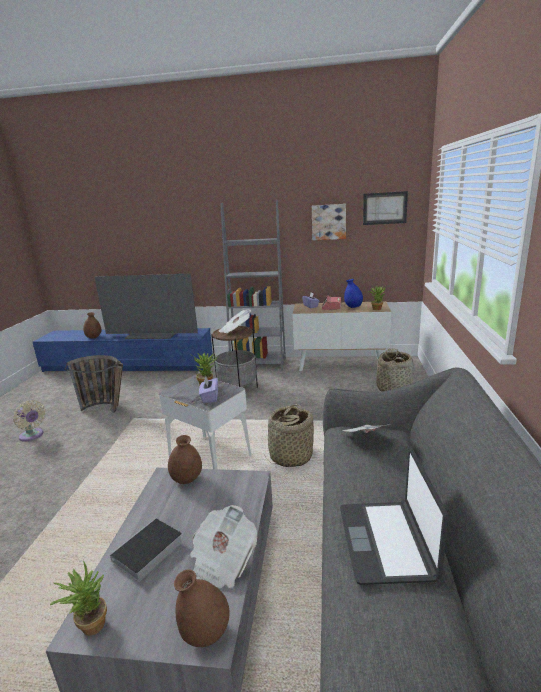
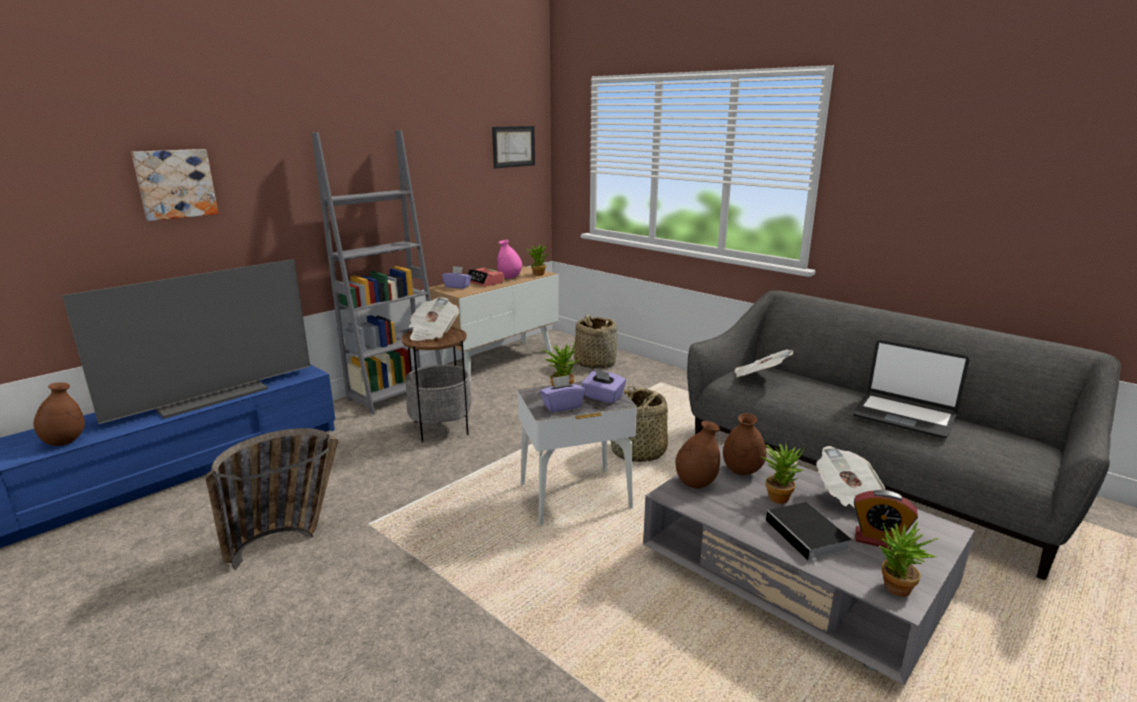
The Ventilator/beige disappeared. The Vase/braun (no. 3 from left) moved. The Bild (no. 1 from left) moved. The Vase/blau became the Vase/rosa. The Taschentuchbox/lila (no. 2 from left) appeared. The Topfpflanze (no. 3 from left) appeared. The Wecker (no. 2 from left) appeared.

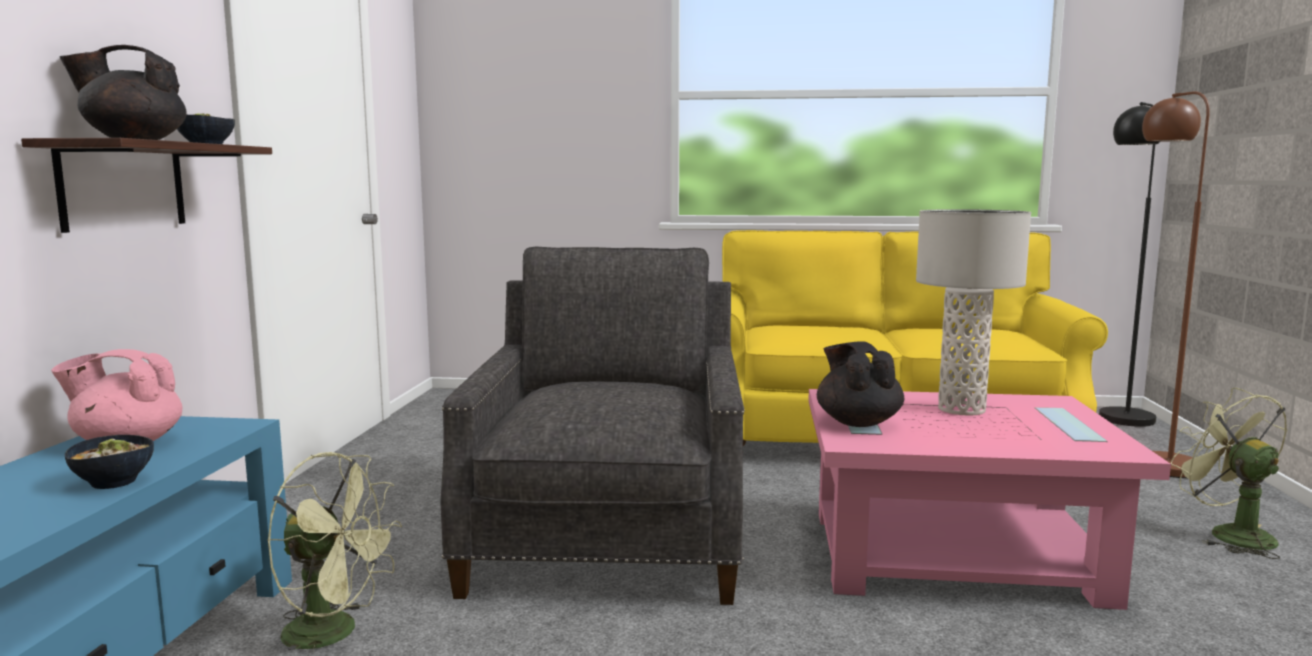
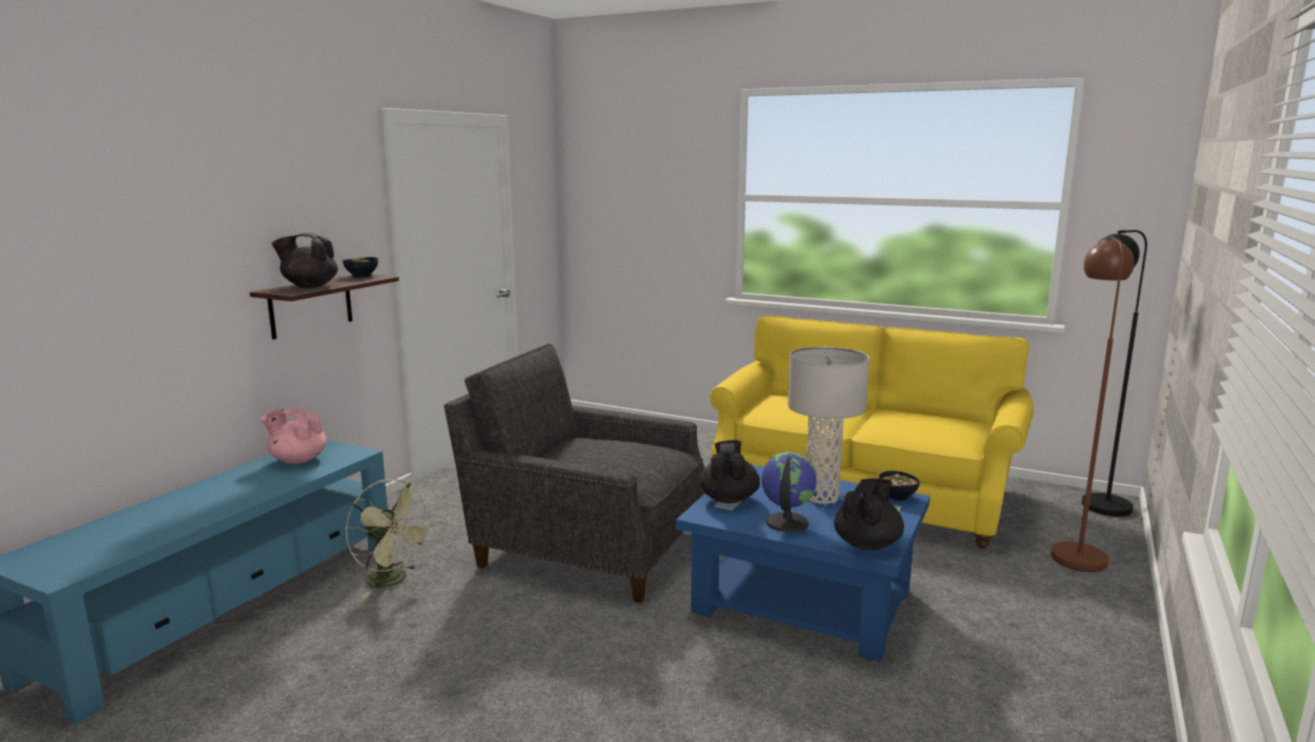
The Schüssel (no. 1 from left in the first image) moved. The Sessel/grau turned 90 degrees counterclockwise. The Couchtisch/rosa became the Couchtisch/blau. The Ventilator/grün (no. 2 from left) disappeared. The Globus appeared. The Teekanne/schwarz (no. 3 from left) appeared.

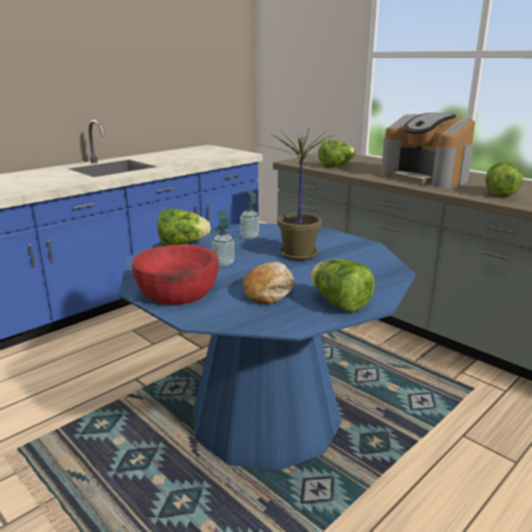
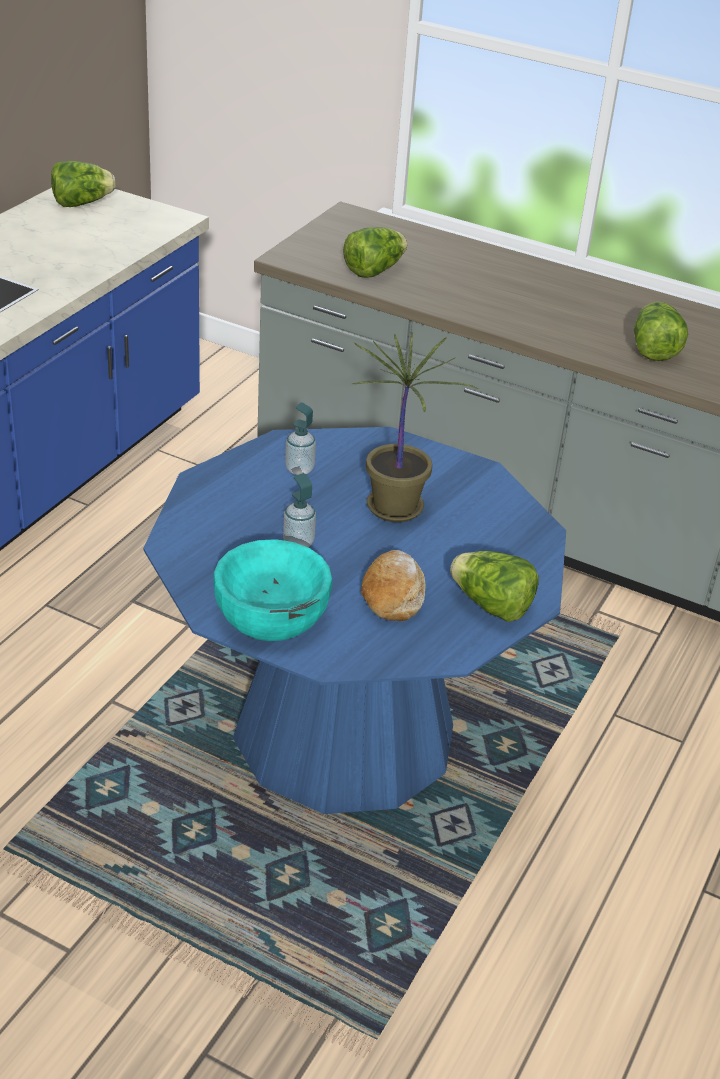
The Schüssel/rot became the Schüssel/türkis. The Salatkopf (no. 1 from left) moved. The Kaffeemaschine disappeared.

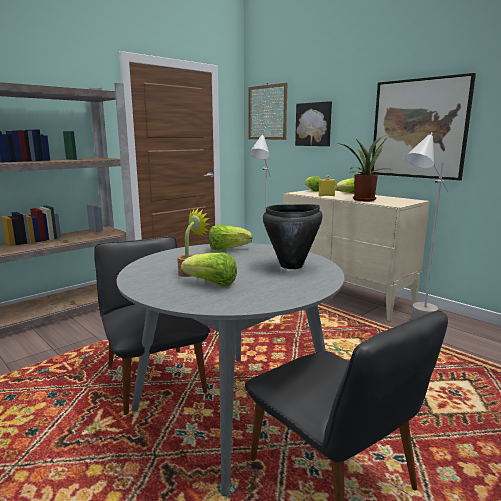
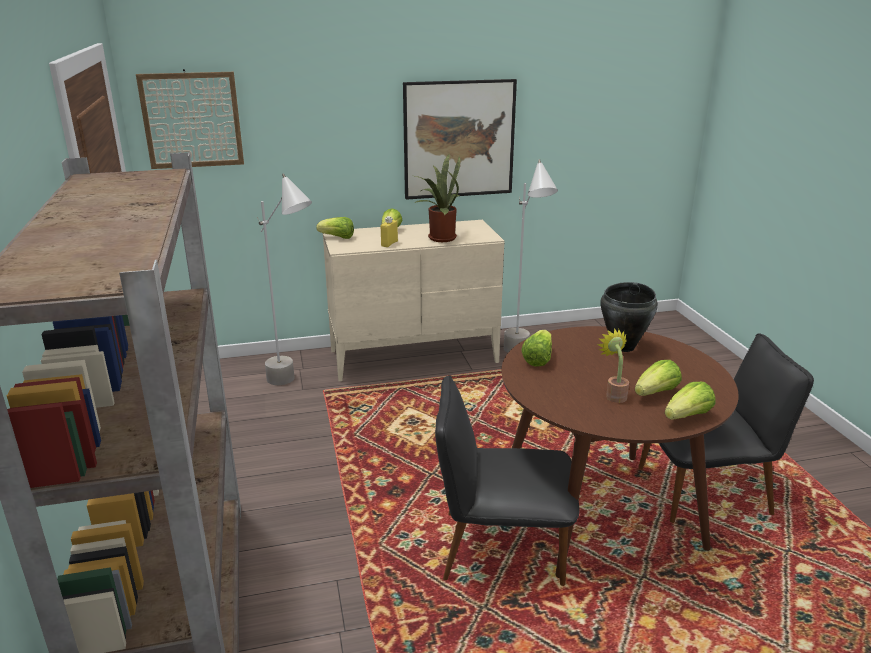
The Esstisch/grau became the Esstisch/braun. The Bild (no. 2 from left) disappeared. The Salatkopf (no. 5 from left) appeared.

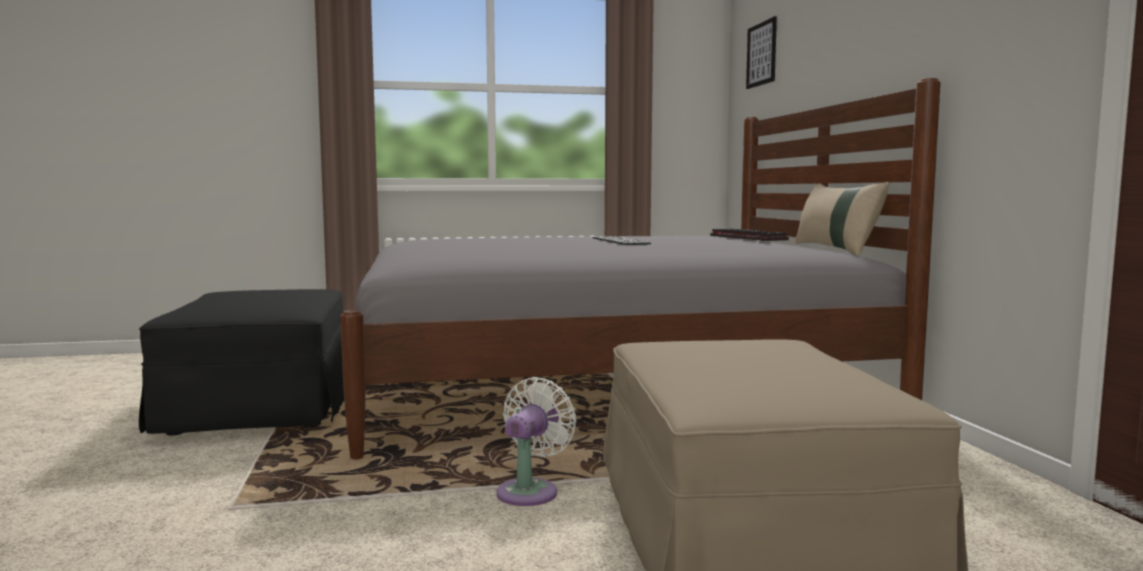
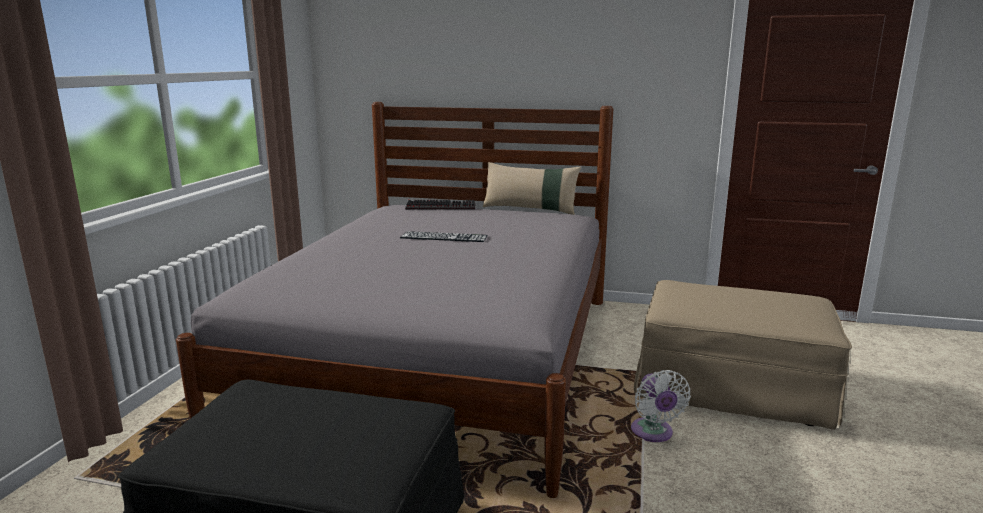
The Ventilator/weiß turned 150 degrees counterclockwise. The Bild disappeared.

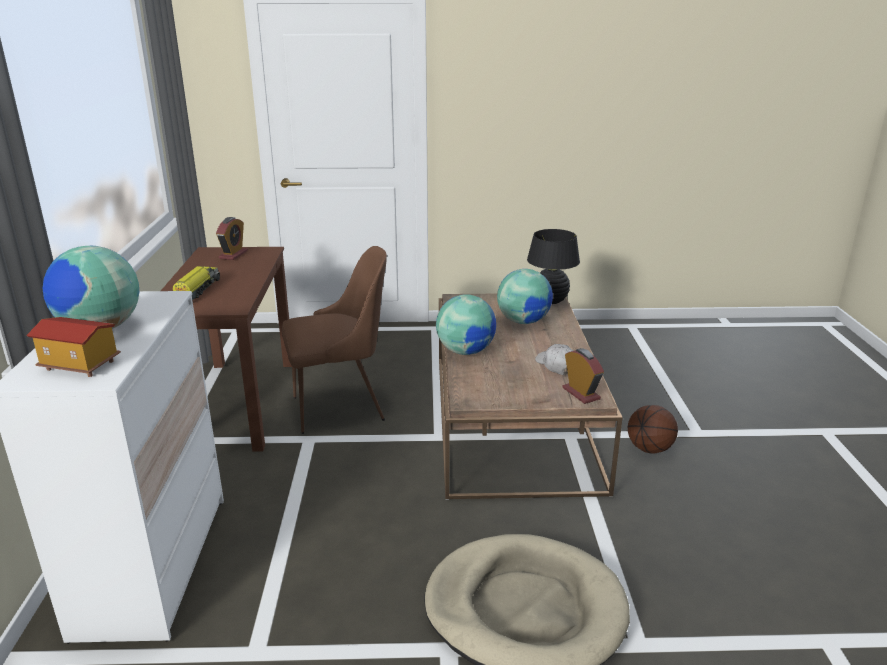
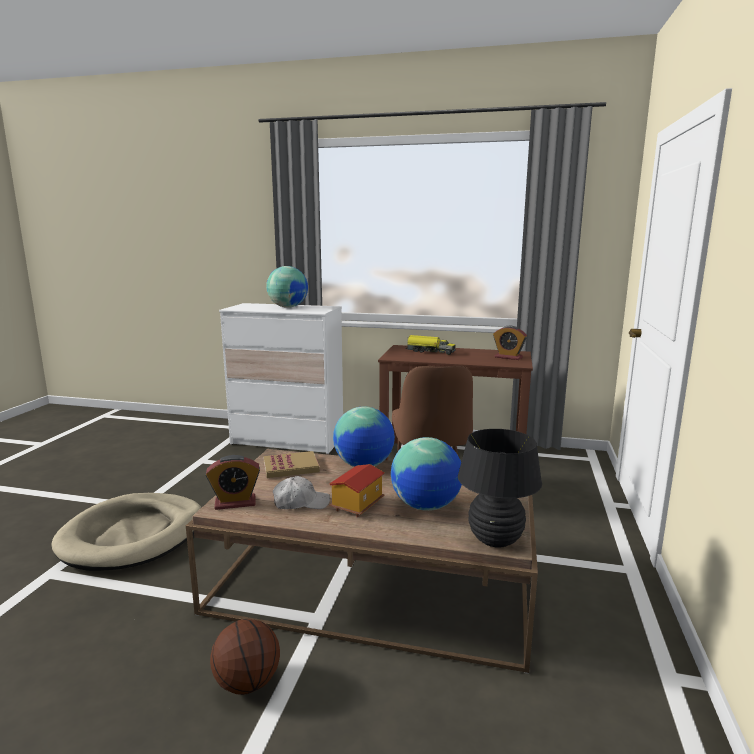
The Spielzeughaus moved. The Buch appeared.

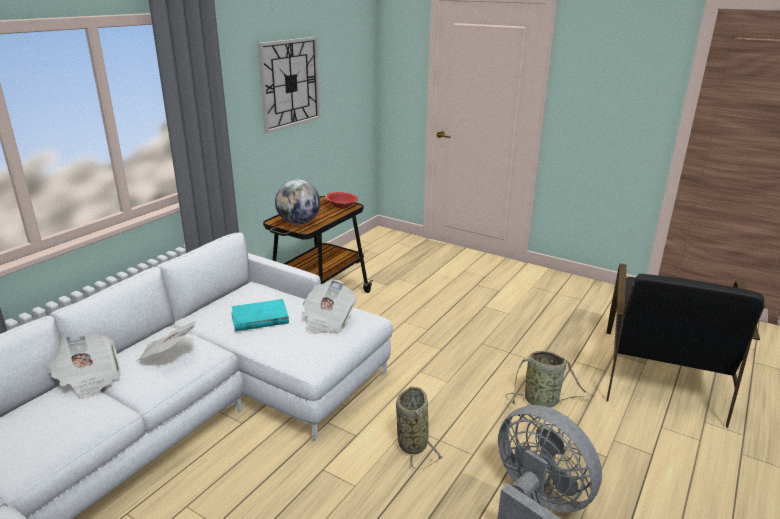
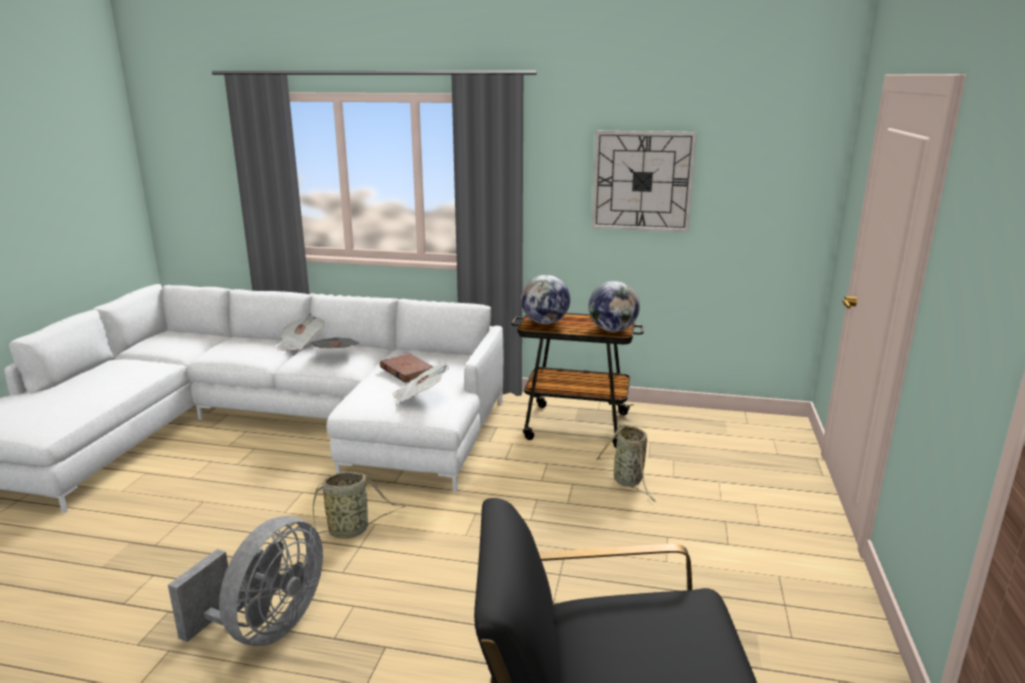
The Buch/türkis became the Buch/braun. The Schüssel/rot was replaced by the Globus (no. 2 from left). The Korb (no. 2 from left) moved.

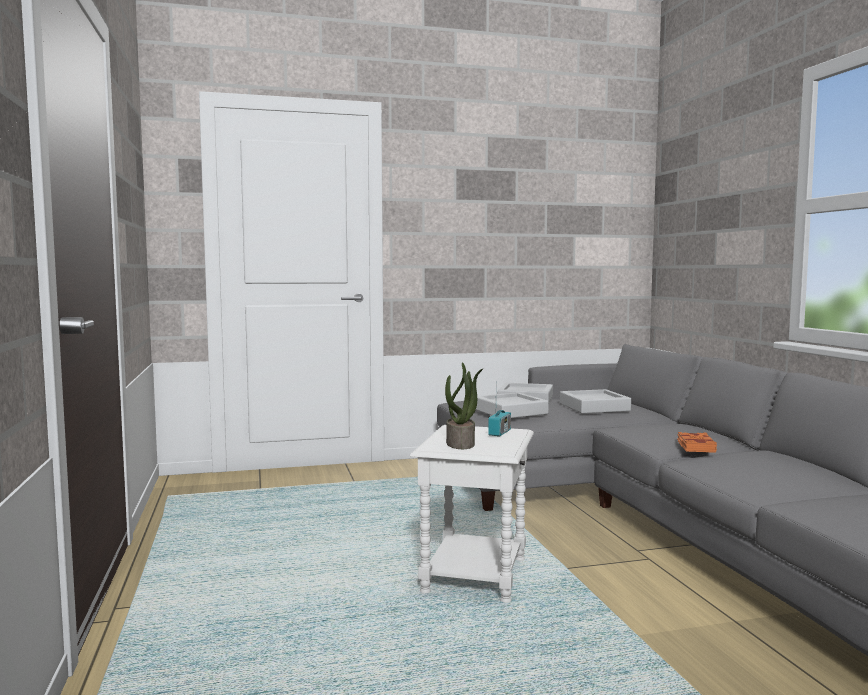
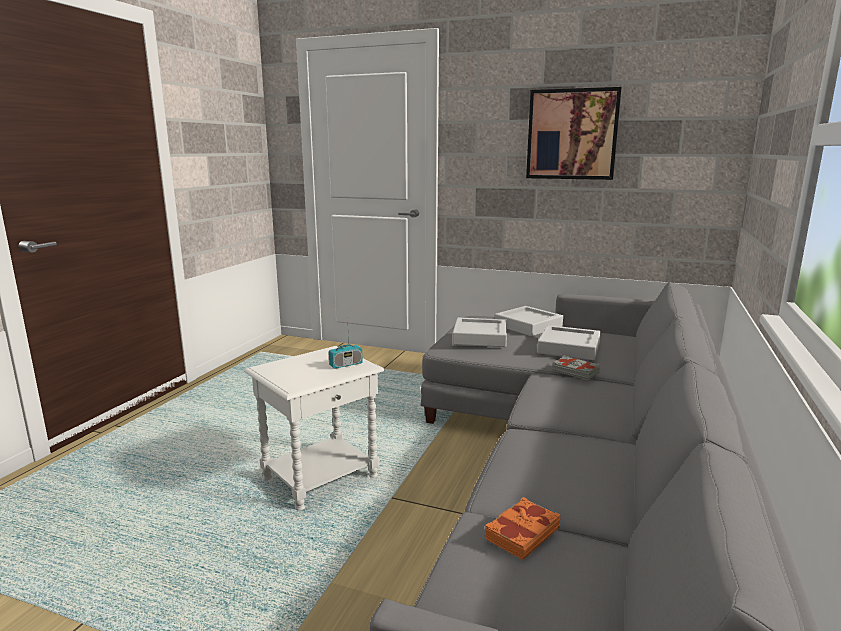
The Topfpflanze disappeared. The Buch/orange moved. The Bild appeared. The Buch/grau appeared.

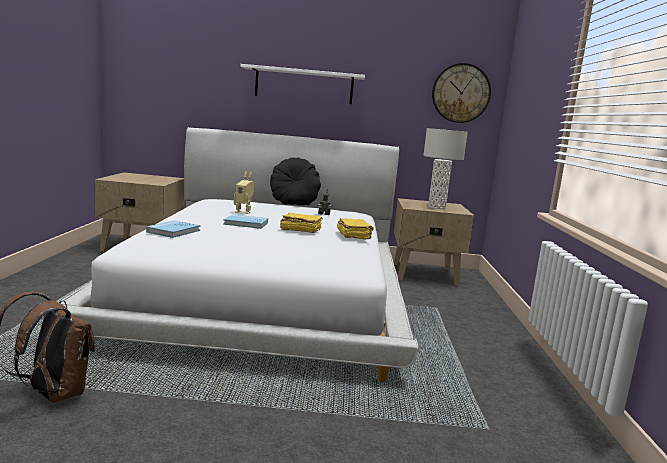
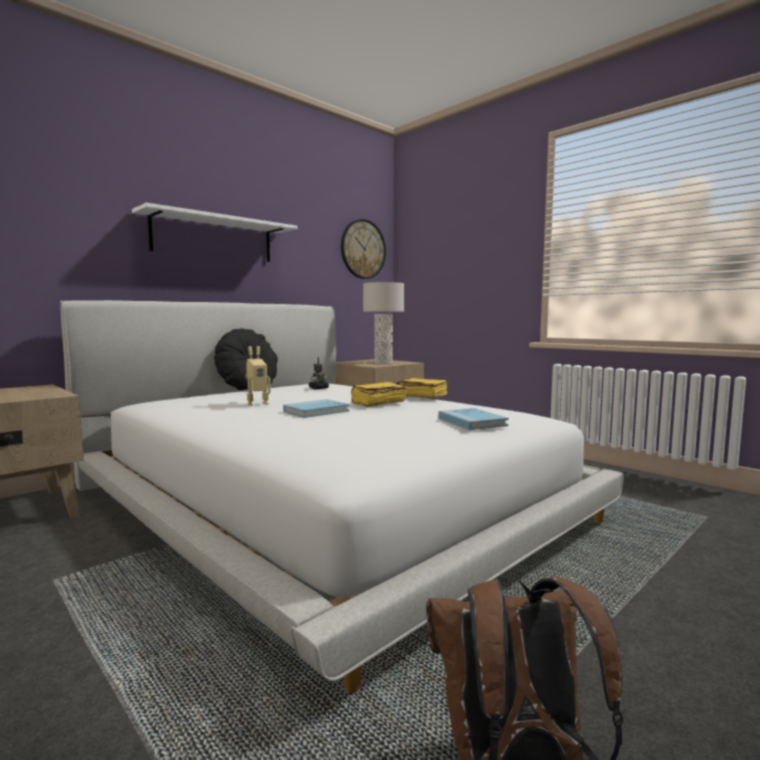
The Buch/blau (no. 1 from left in the first image) moved.

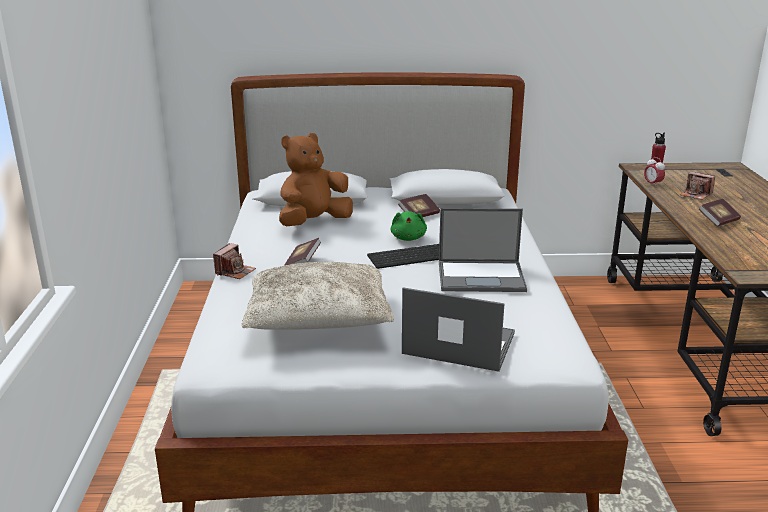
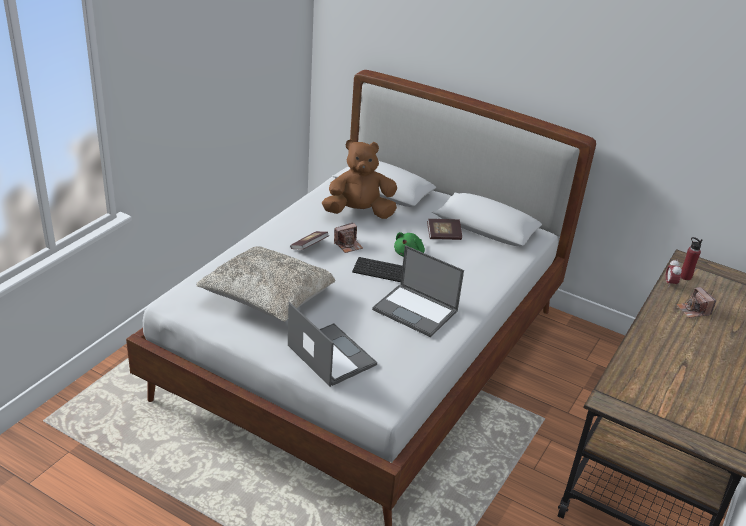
The Kamera (no. 1 from left) moved. The Buch (no. 3 from left) disappeared.

